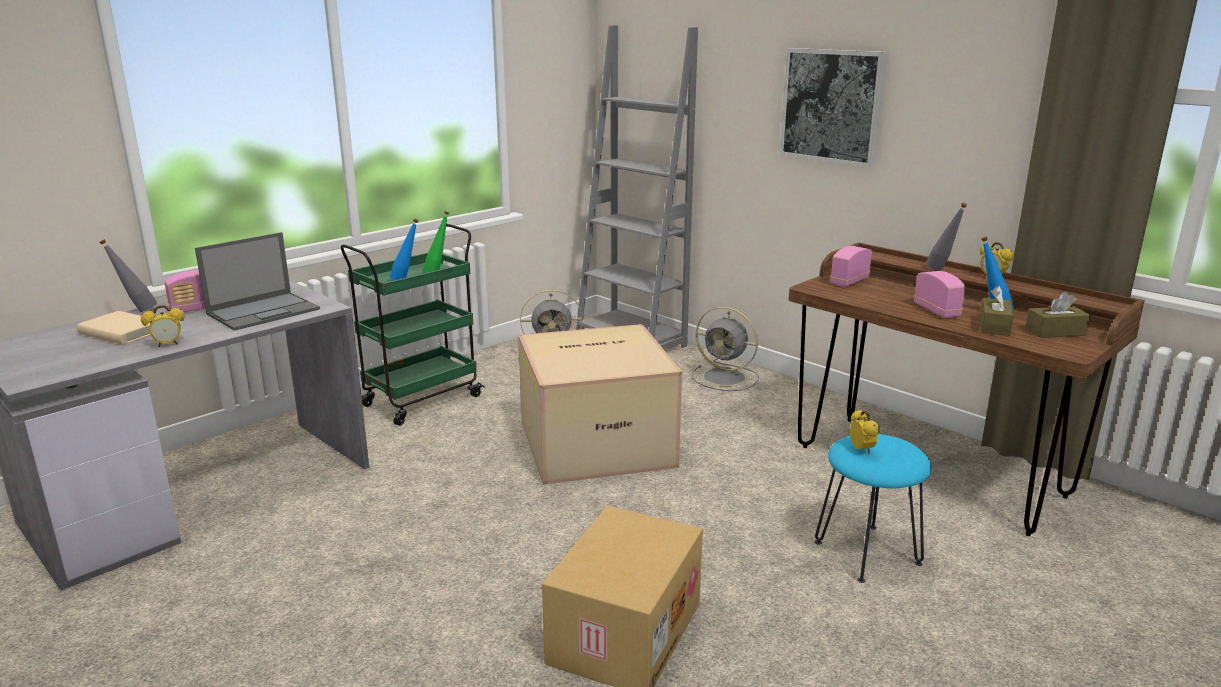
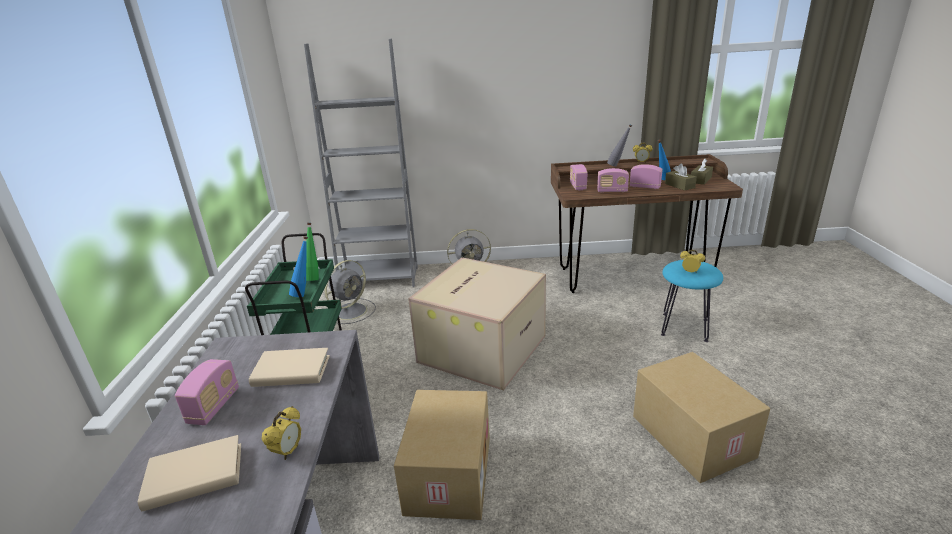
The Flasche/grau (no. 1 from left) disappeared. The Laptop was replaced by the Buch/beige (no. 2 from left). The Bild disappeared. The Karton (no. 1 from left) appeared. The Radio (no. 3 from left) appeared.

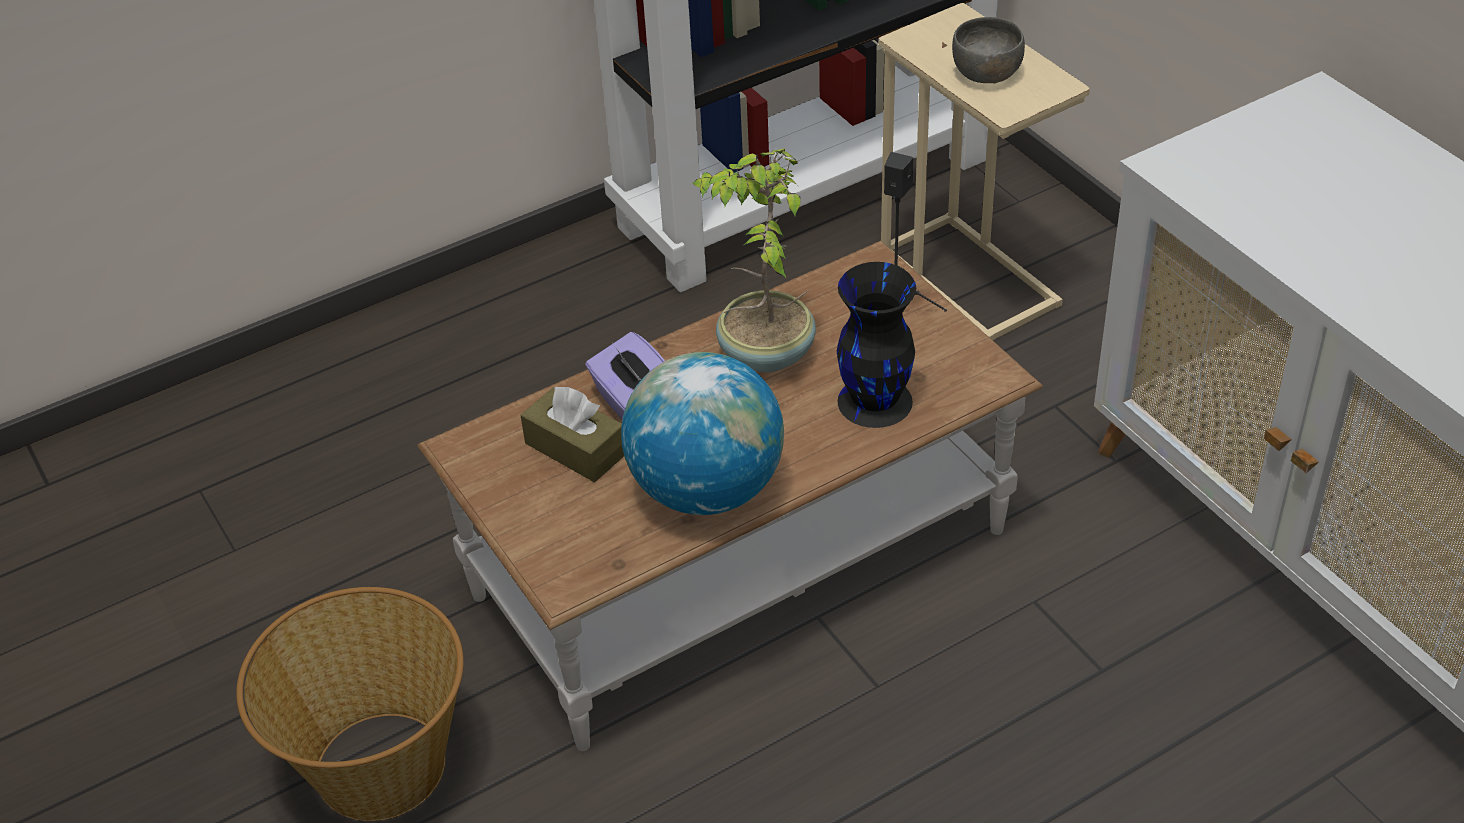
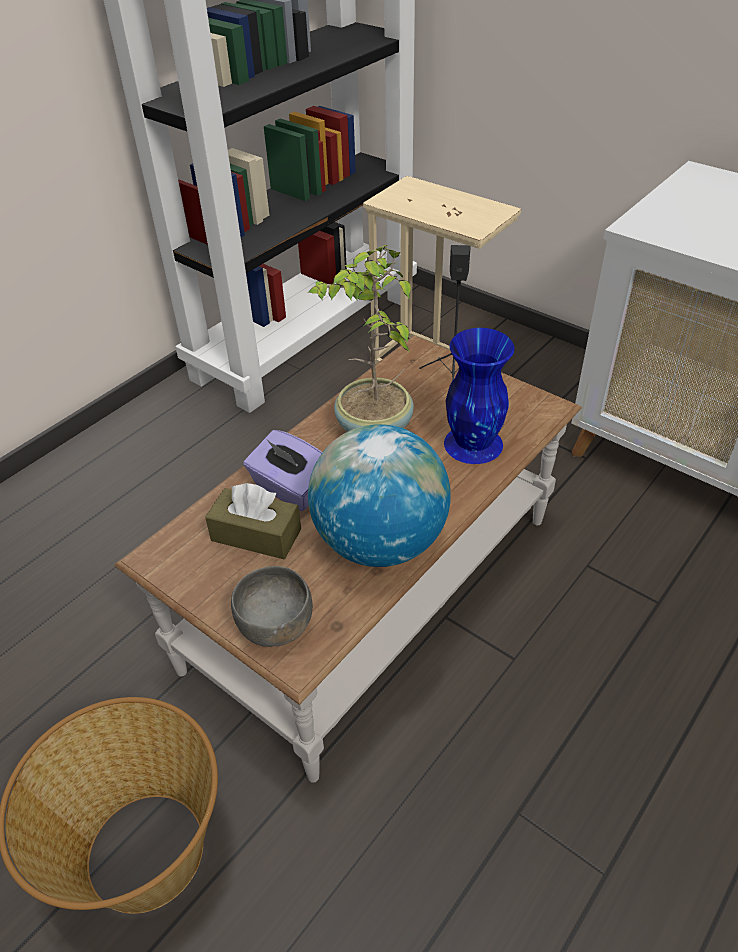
The Vase/schwarz became the Vase/blau. The Schüssel/grau moved.

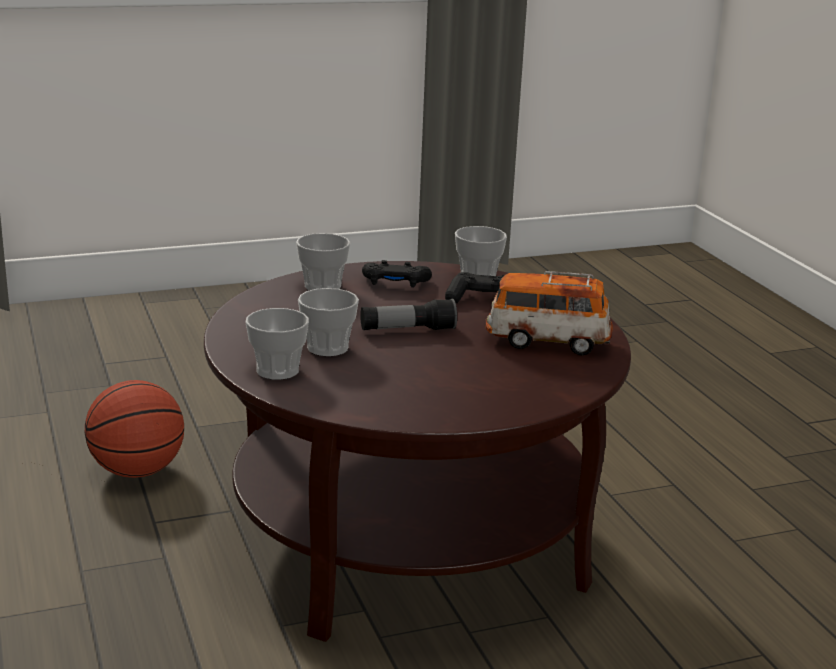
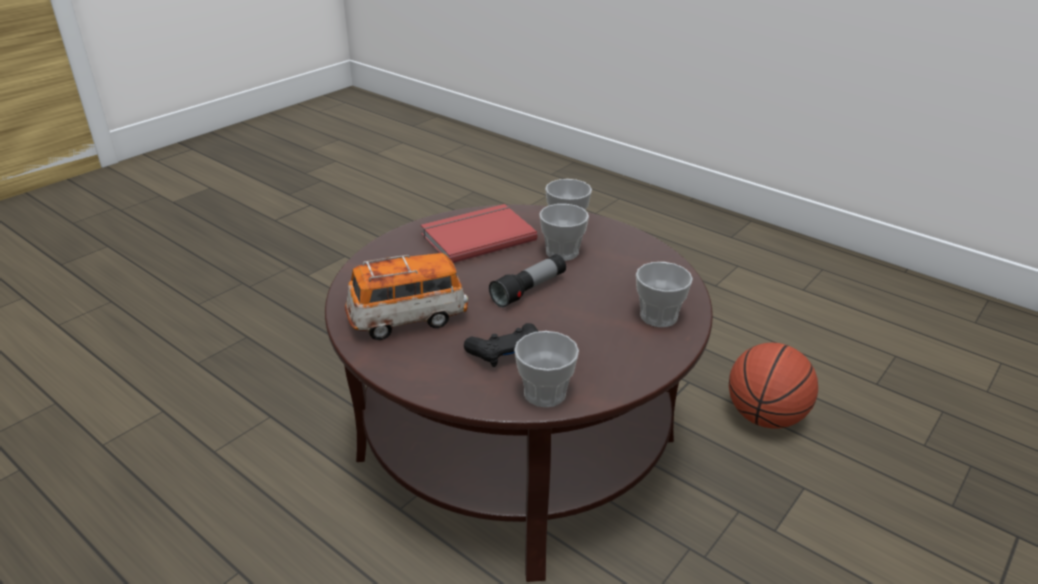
The Gamepad/schwarz (no. 1 from left) disappeared. The Buch/rot appeared.

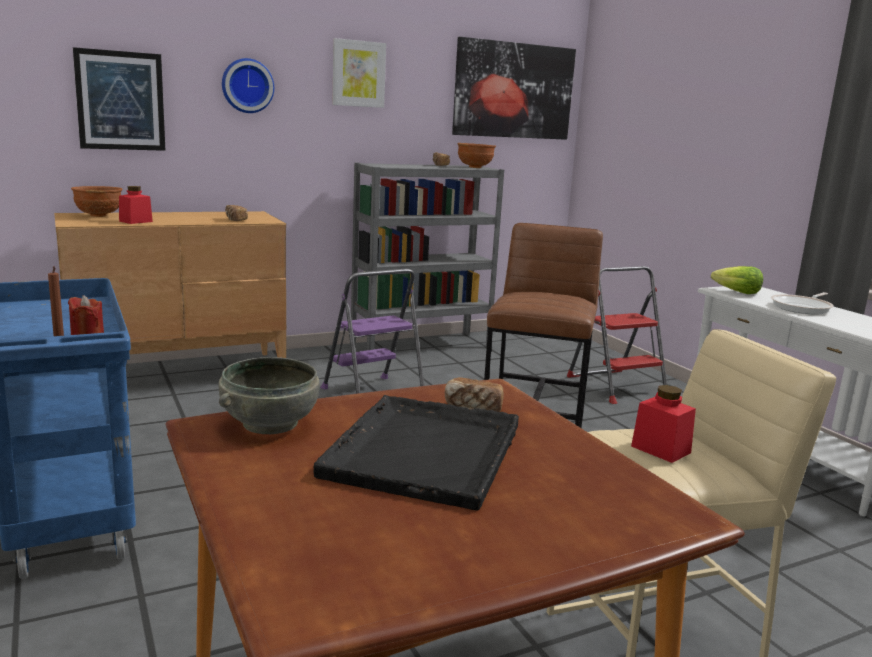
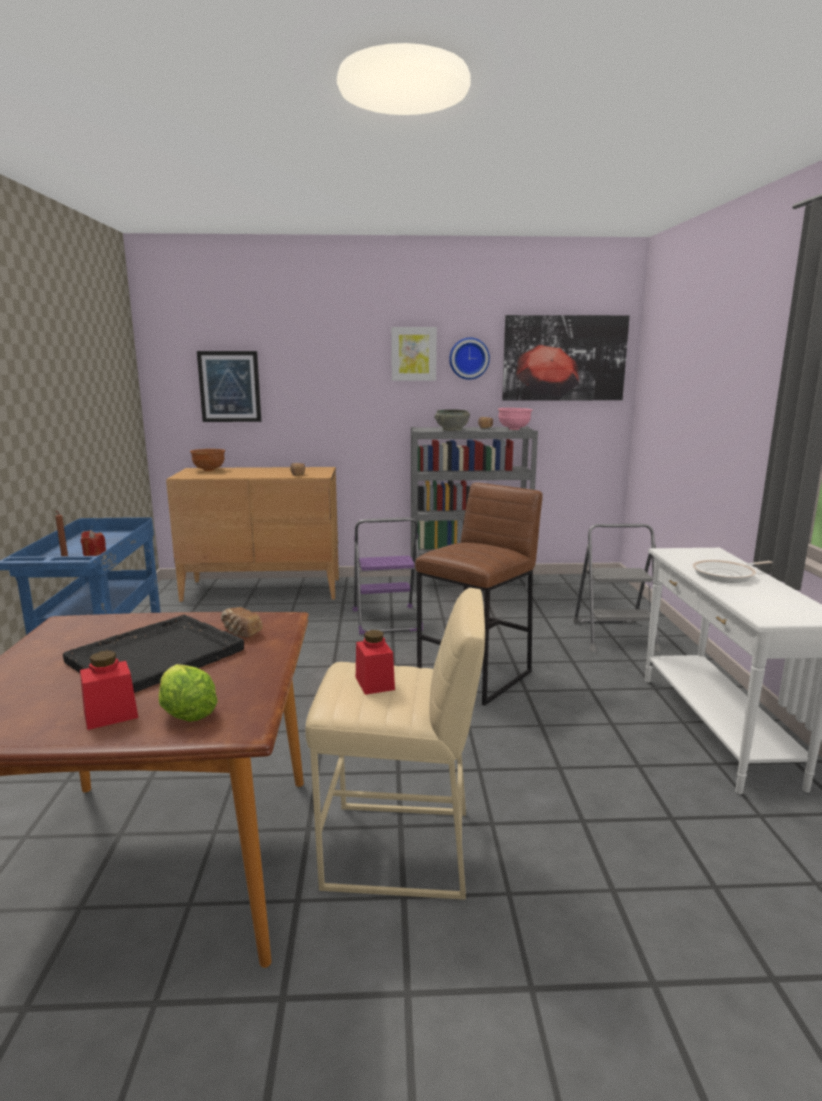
The Vorratsglas/rot (no. 1 from left) moved. The Schüssel/grau moved. The Wanduhr moved. The Schüssel/braun (no. 2 from left) became the Schüssel/rosa. The Trittleiter/rot became the Trittleiter/grau. The Salatkopf moved.

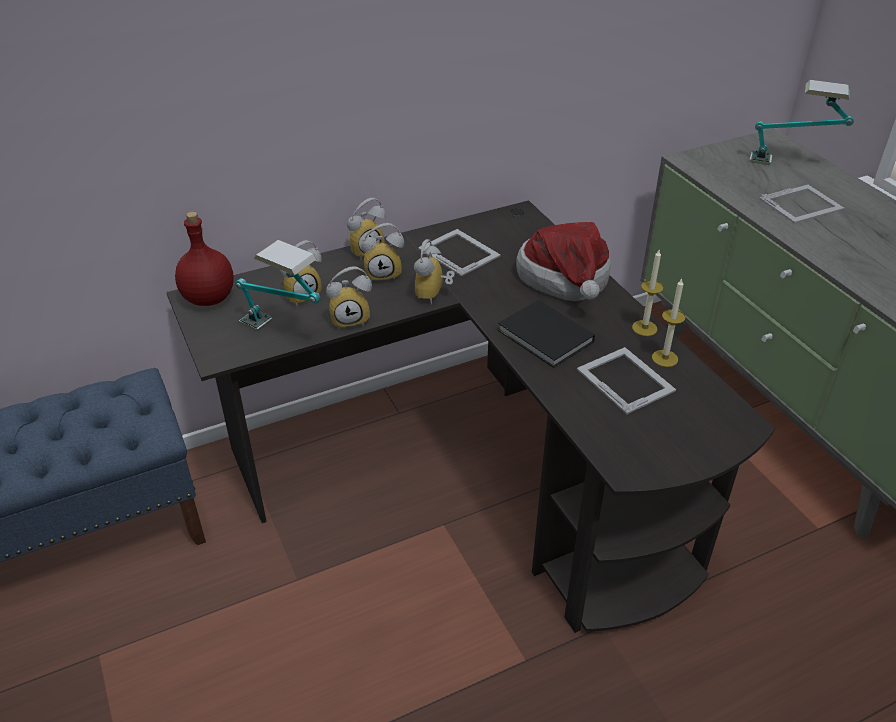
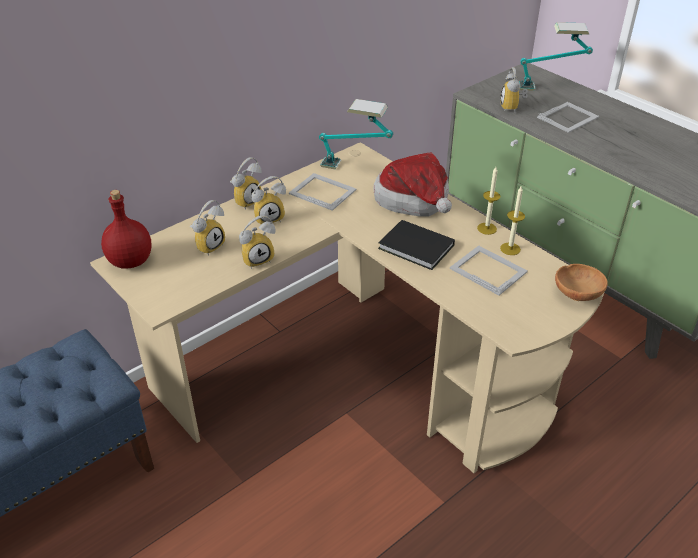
The Schreibtisch/schwarz became the Schreibtisch/beige. The Tischlampe (no. 1 from left) moved. The Wecker (no. 5 from left) moved. The Schüssel/braun appeared.

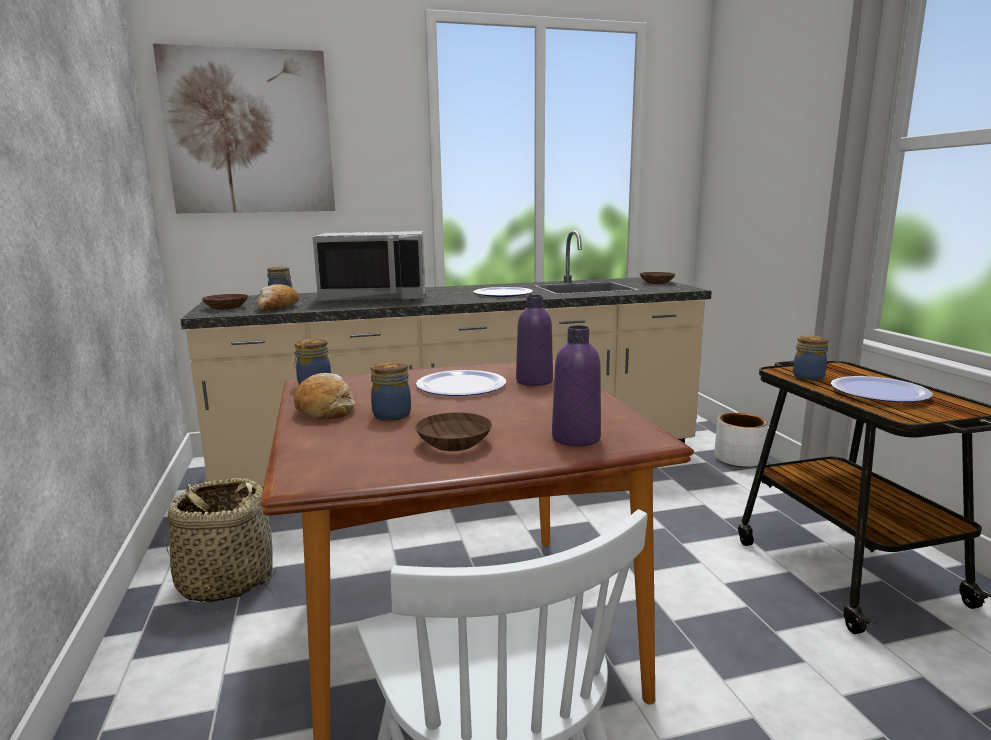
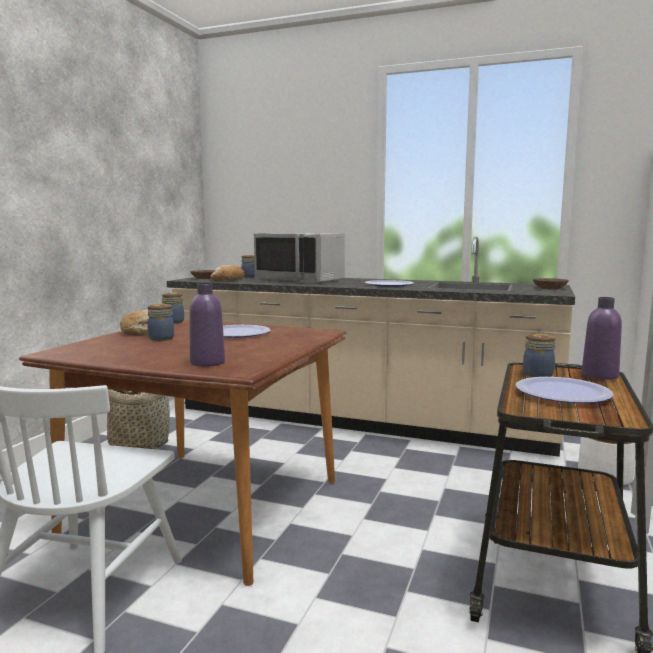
The Bild disappeared. The Schüssel/braun (no. 2 from left) disappeared. The Flasche/lila (no. 1 from left in the first image) moved.

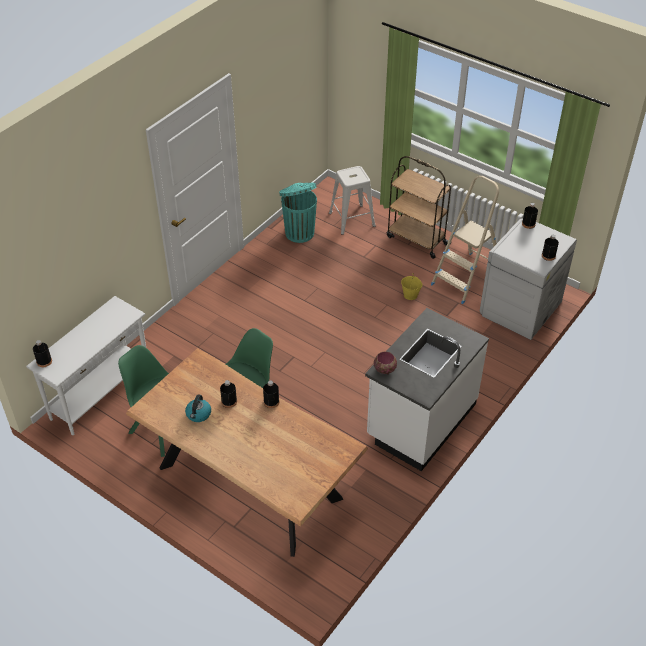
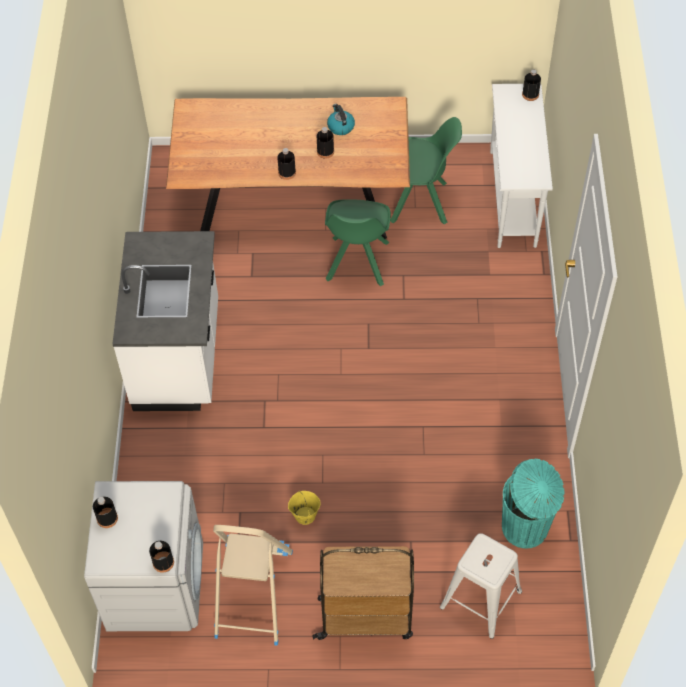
The Schüssel disappeared.

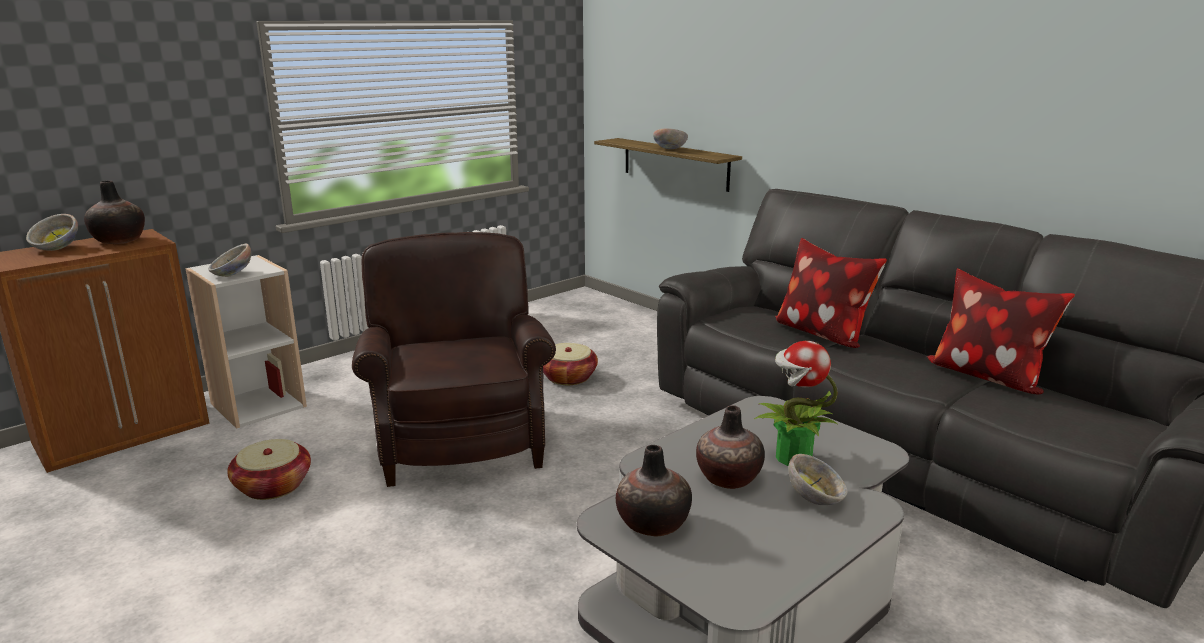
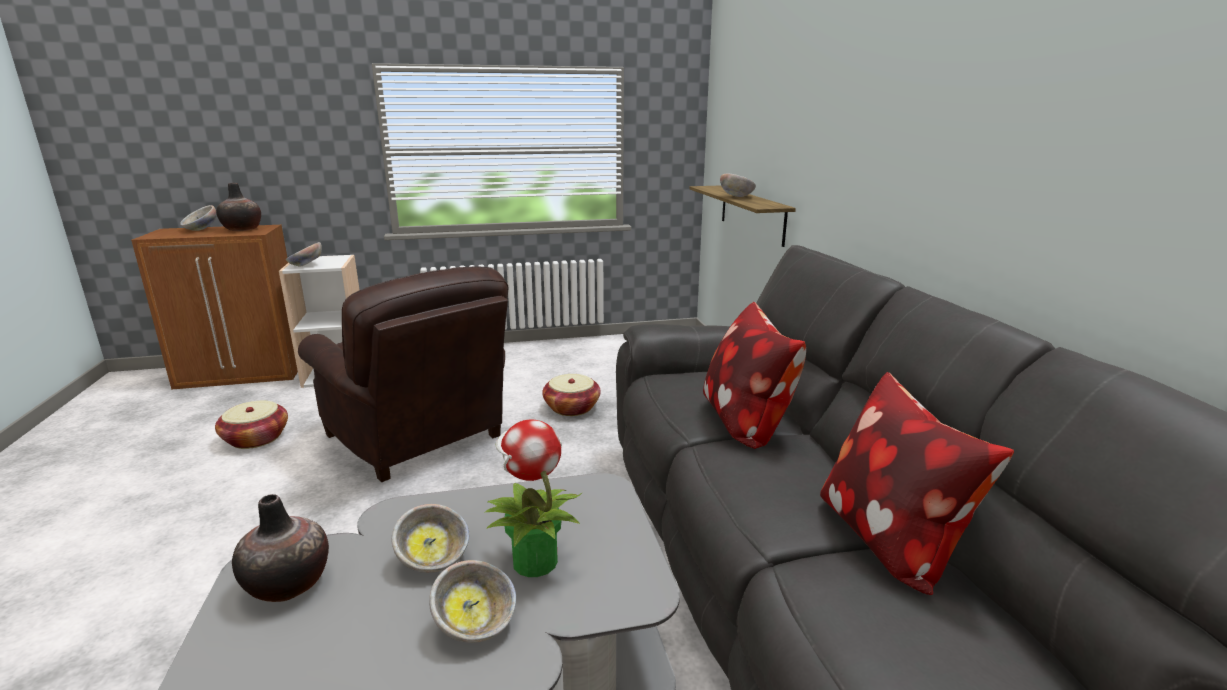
The Sessel/braun turned 120 degrees clockwise. The Vase (no. 3 from left) was replaced by the Schüssel (no. 3 from left).

